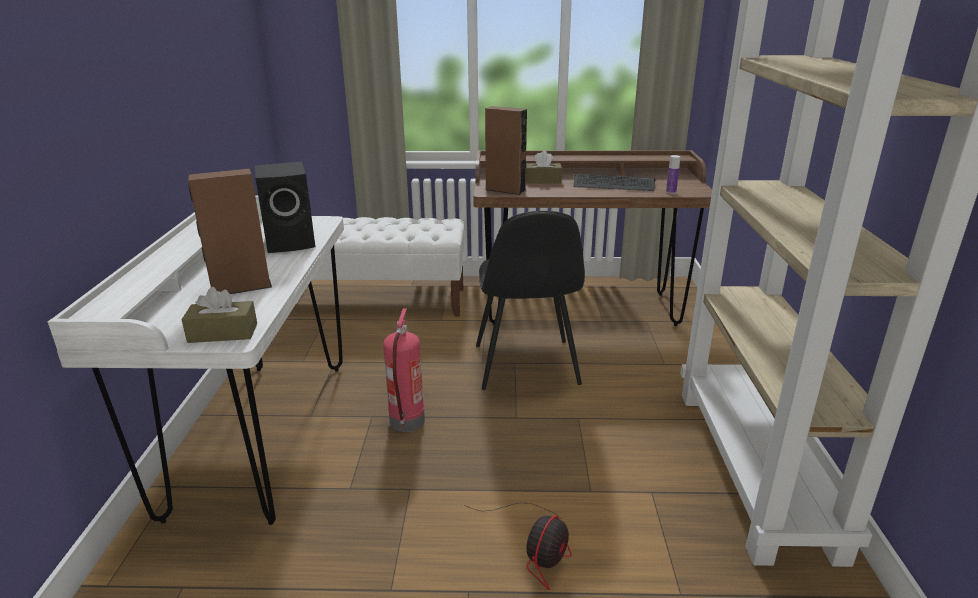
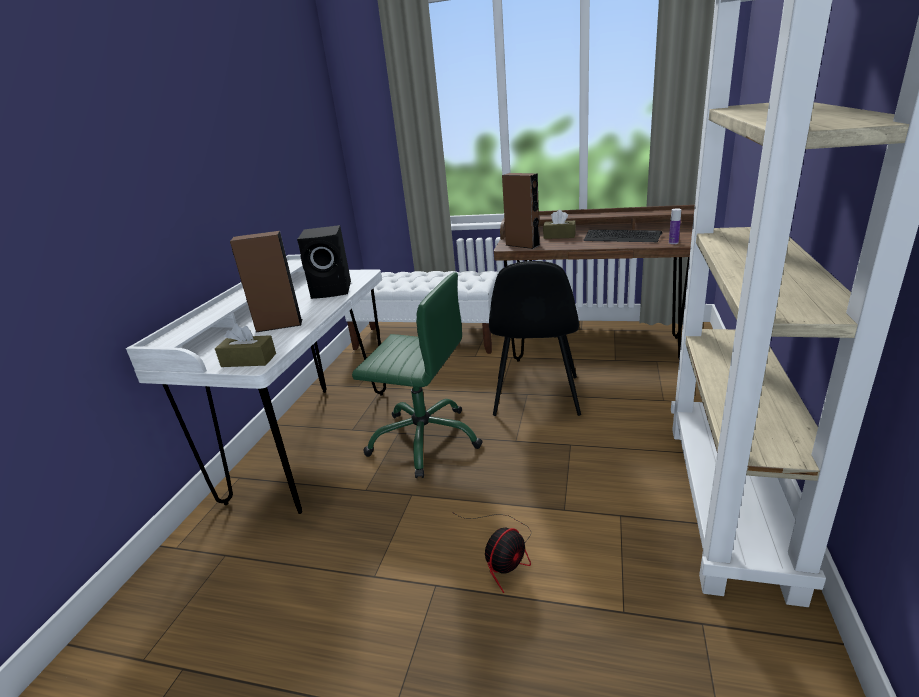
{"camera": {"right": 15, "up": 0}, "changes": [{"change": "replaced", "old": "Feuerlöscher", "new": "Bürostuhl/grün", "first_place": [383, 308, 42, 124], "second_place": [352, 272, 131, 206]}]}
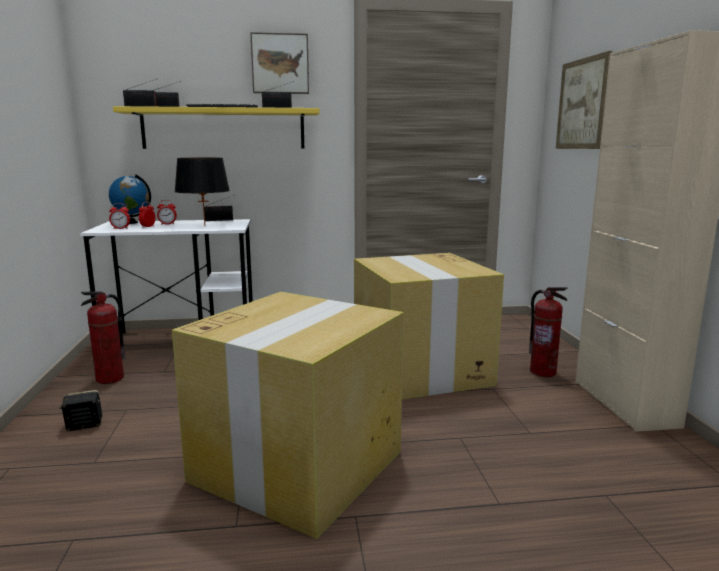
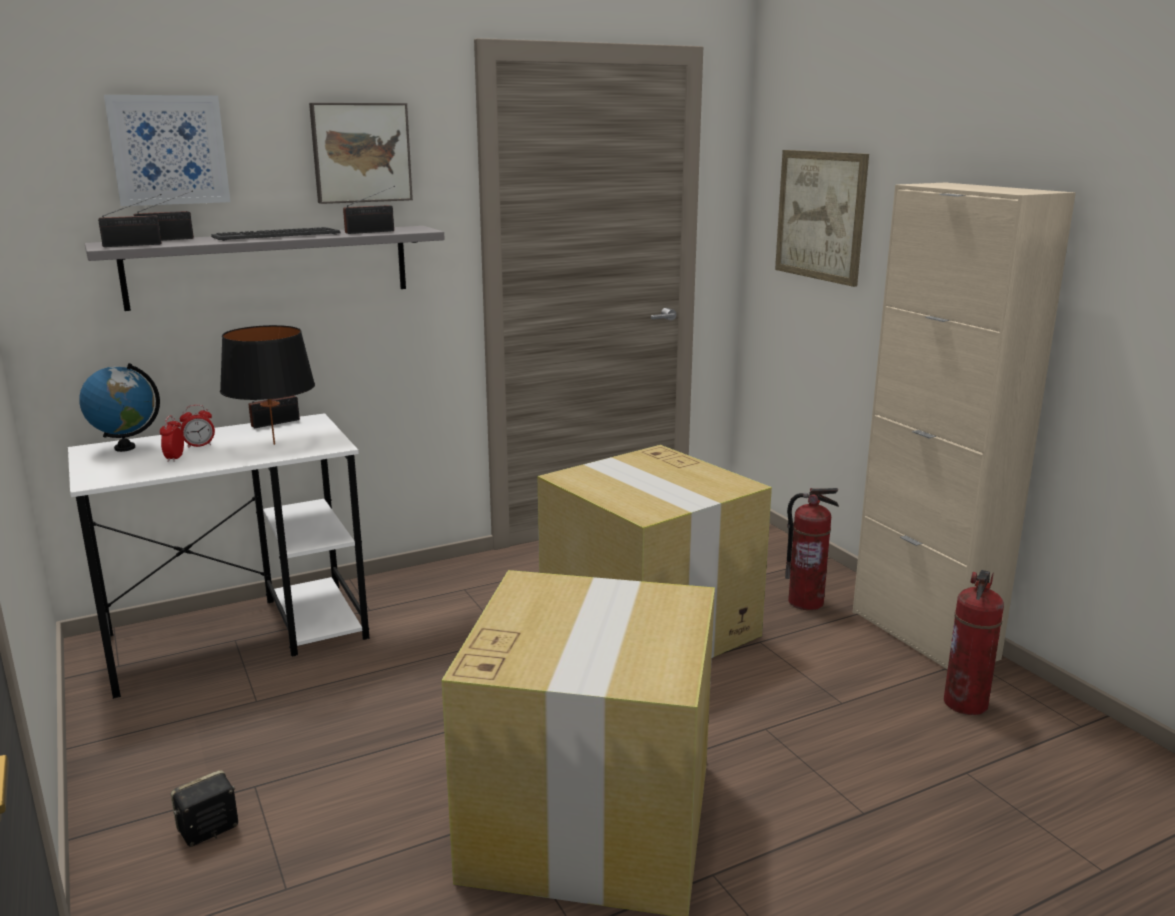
{"camera": {"right": -20, "up": 5}, "changes": [{"change": "removed", "old": "Wecker", "first_place": [109, 203, 21, 26]}, {"change": "added", "new": "Bild", "second_place": [104, 95, 126, 111]}, {"change": "moved", "old": "Feuerlöscher", "first_place": [81, 291, 44, 93], "second_place": [944, 570, 60, 145]}, {"change": "recoloured", "old": "Wandregal/gelb", "new": "Wandregal/grau", "first_place": [113, 106, 207, 43], "second_place": [85, 226, 360, 85]}]}
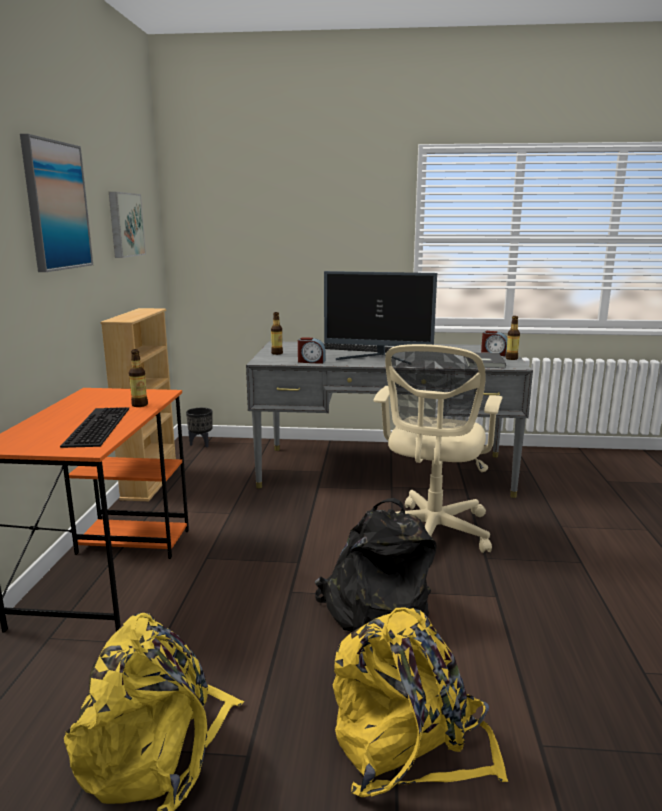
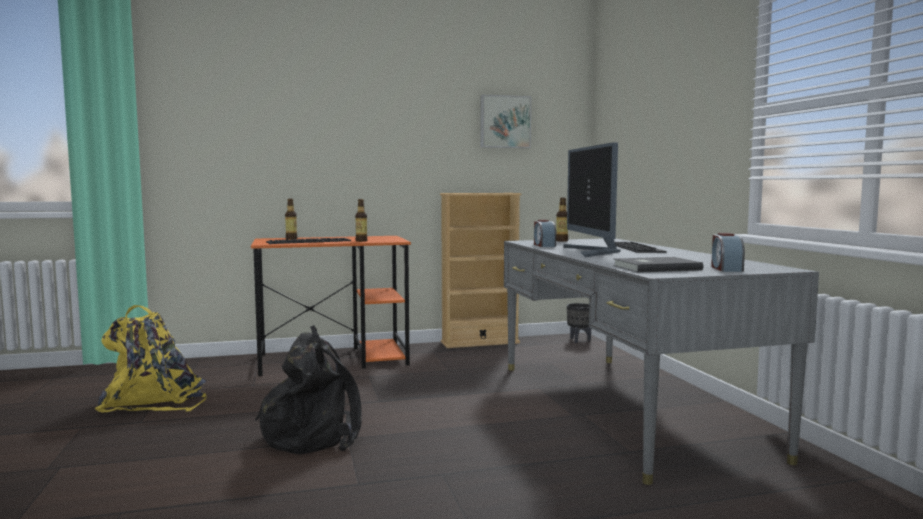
{"camera": {"right": 70, "up": -10}, "changes": [{"change": "removed", "old": "Bild", "first_place": [20, 134, 73, 138]}, {"change": "removed", "old": "Rucksack/gelb", "first_place": [333, 607, 175, 190]}, {"change": "removed", "old": "Bürostuhl/beige", "first_place": [374, 344, 128, 209]}, {"change": "moved", "old": "Flasche", "first_place": [506, 316, 14, 44], "second_place": [285, 198, 12, 42]}]}
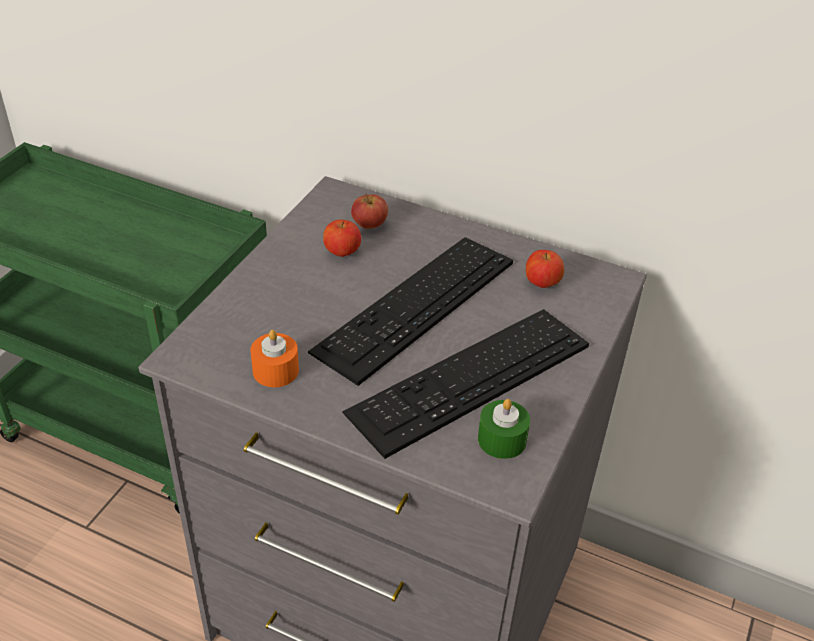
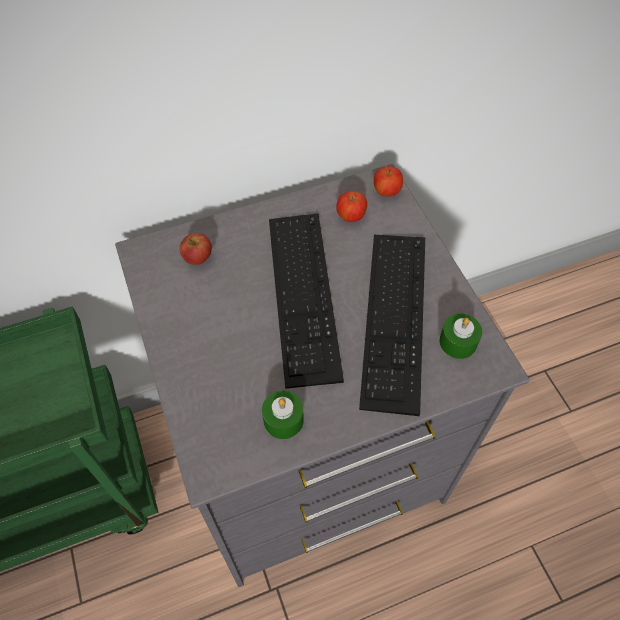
{"camera": {"right": -45, "up": 15}, "changes": [{"change": "moved", "old": "Apfel", "first_place": [323, 219, 38, 38], "second_place": [374, 166, 29, 31]}, {"change": "recoloured", "old": "Kerze/orange", "new": "Kerze/grün", "first_place": [250, 330, 49, 57], "second_place": [262, 390, 42, 49]}]}
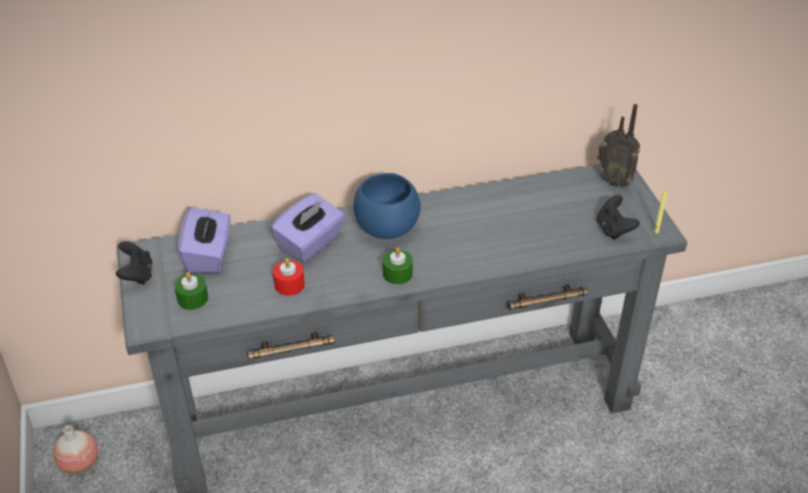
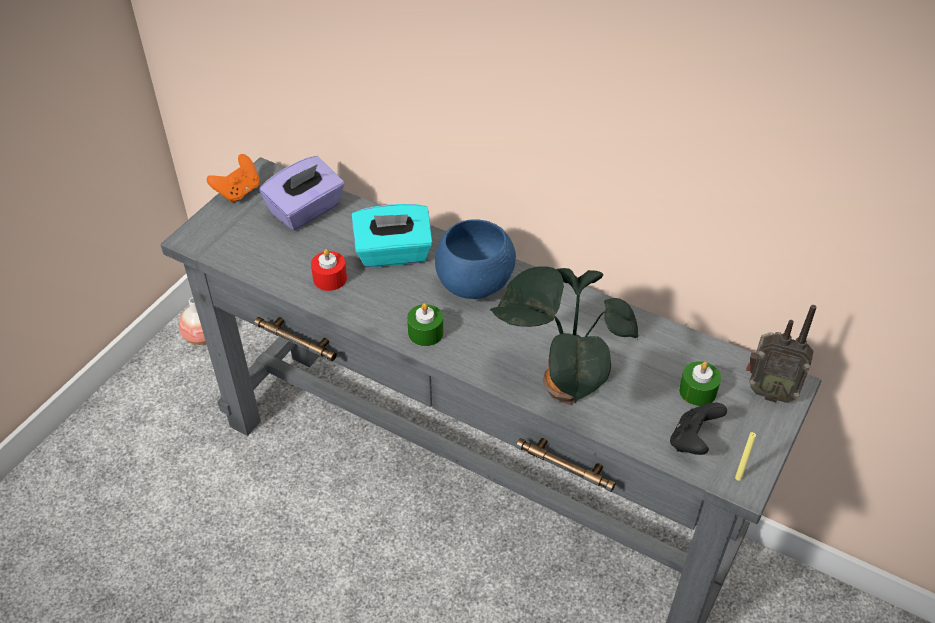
{"camera": {"right": 45, "up": 5}, "changes": [{"change": "added", "new": "Topfpflanze", "second_place": [490, 266, 149, 139]}, {"change": "moved", "old": "Kerze/grün", "first_place": [175, 272, 33, 38], "second_place": [679, 361, 42, 45]}, {"change": "recoloured", "old": "Gamepad/schwarz", "new": "Gamepad/orange", "first_place": [116, 241, 36, 44], "second_place": [207, 154, 53, 49]}, {"change": "recoloured", "old": "Taschentuchbox/lila", "new": "Taschentuchbox/türkis", "first_place": [271, 193, 74, 70], "second_place": [351, 204, 81, 63]}, {"change": "turned", "old": "Radio", "first_place": [597, 104, 43, 83], "second_place": [746, 305, 70, 98], "degrees": -60}]}
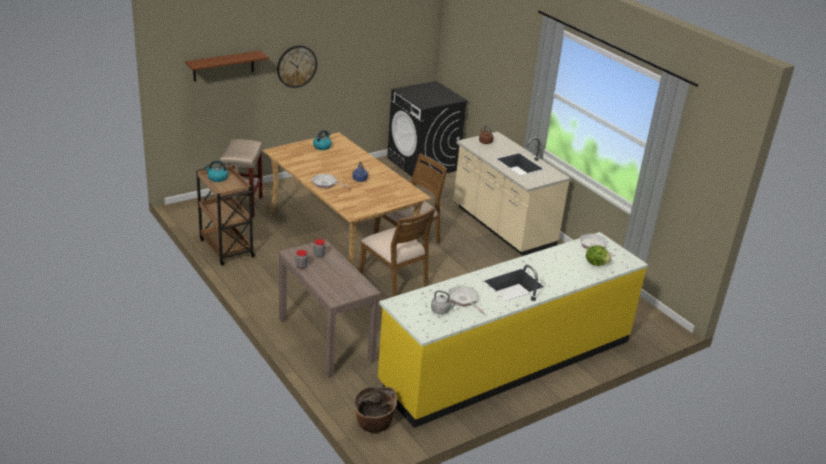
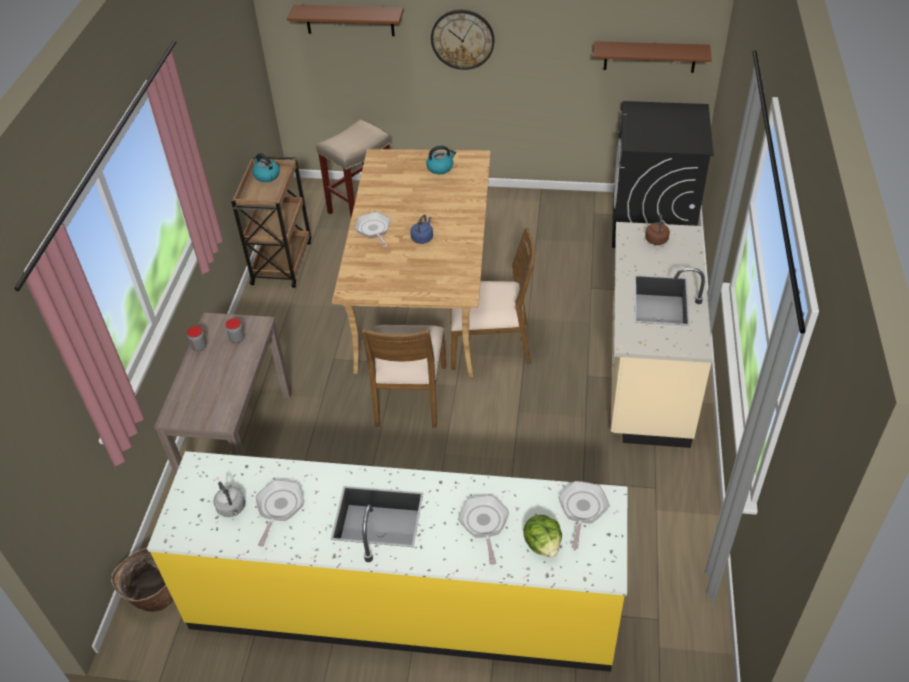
{"camera": {"right": 45, "up": 15}, "changes": [{"change": "added", "new": "Pfanne", "second_place": [458, 495, 51, 70]}, {"change": "added", "new": "Wandregal/braun", "second_place": [593, 41, 119, 32]}]}
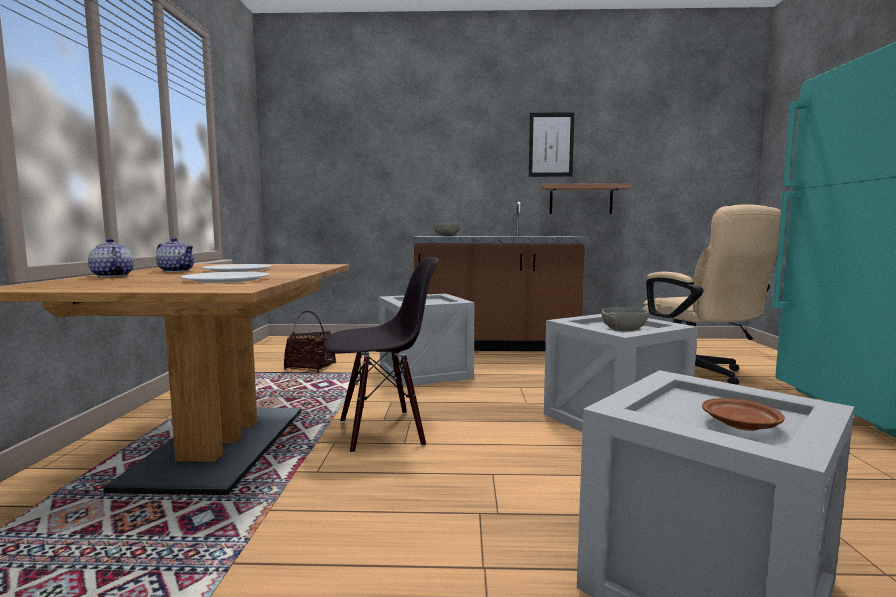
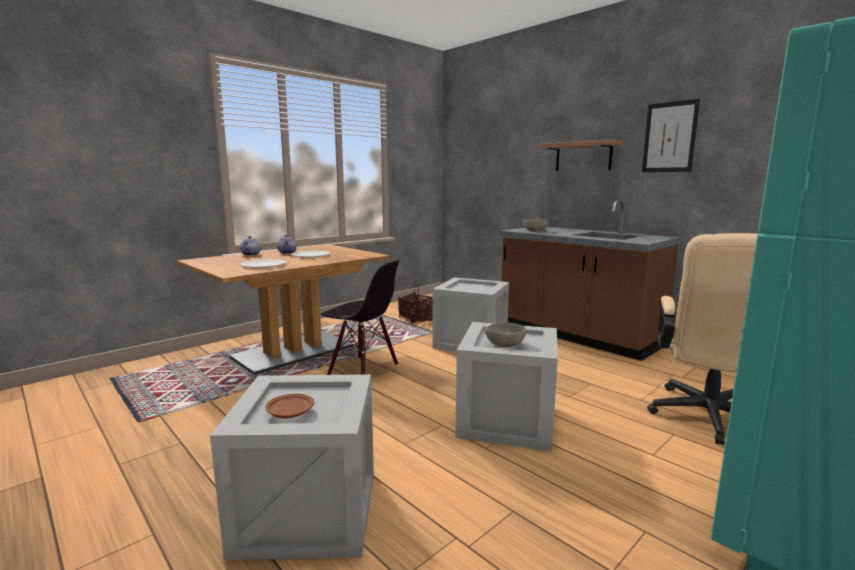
{"camera": {"right": 45, "up": 5}, "changes": [{"change": "moved", "old": "Wandregal", "first_place": [540, 183, 92, 31], "second_place": [537, 139, 86, 32]}]}
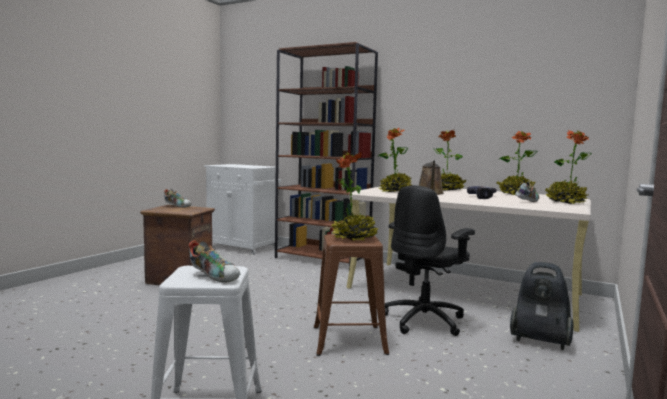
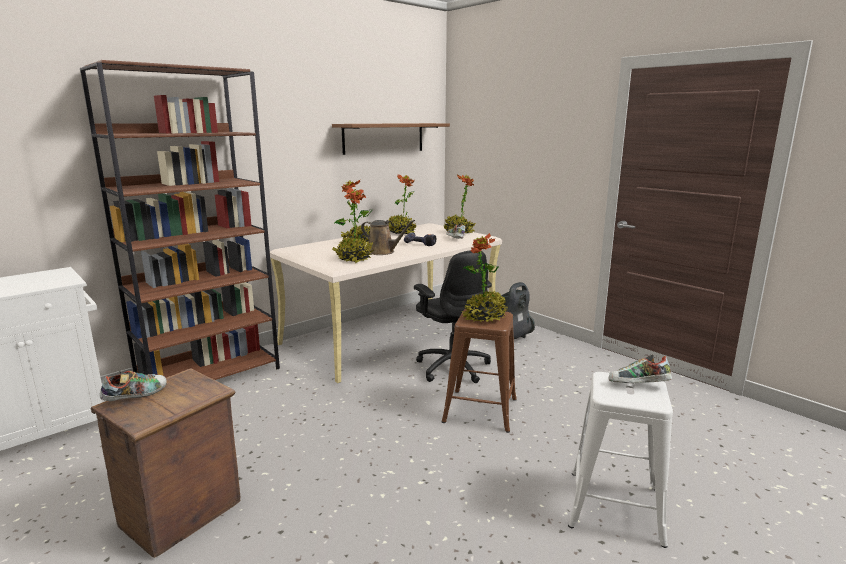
{"camera": {"right": -70, "up": 10}, "changes": [{"change": "added", "new": "Wandregal/braun", "second_place": [332, 123, 118, 32]}, {"change": "turned", "old": "Schuh", "first_place": [189, 241, 51, 42], "second_place": [609, 354, 63, 29], "degrees": -135}]}
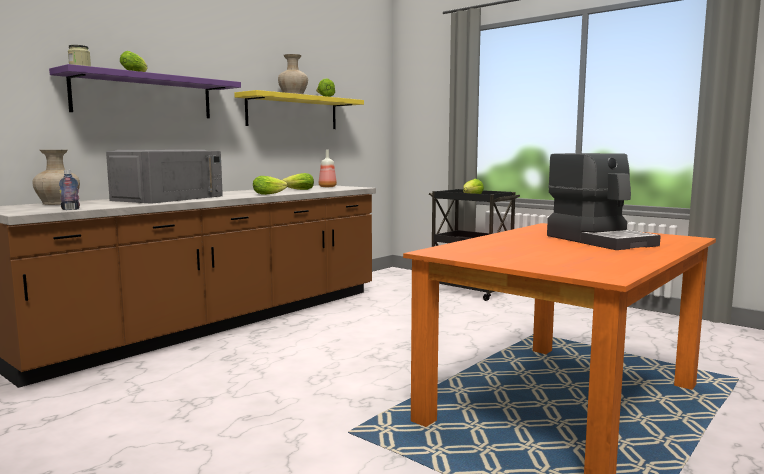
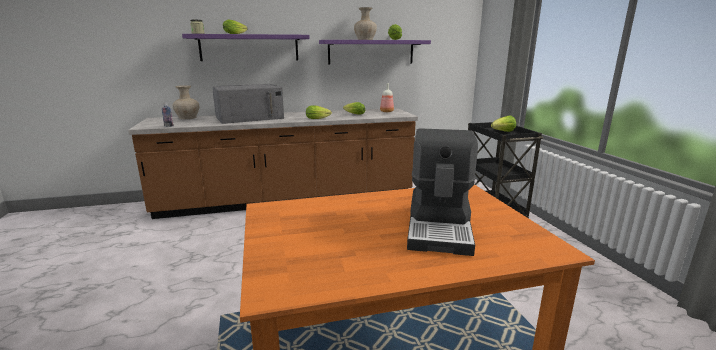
{"camera": {"right": 35, "up": 10}, "changes": [{"change": "recoloured", "old": "Wandregal/gelb", "new": "Wandregal/lila", "first_place": [234, 90, 130, 39], "second_place": [319, 40, 112, 24]}]}
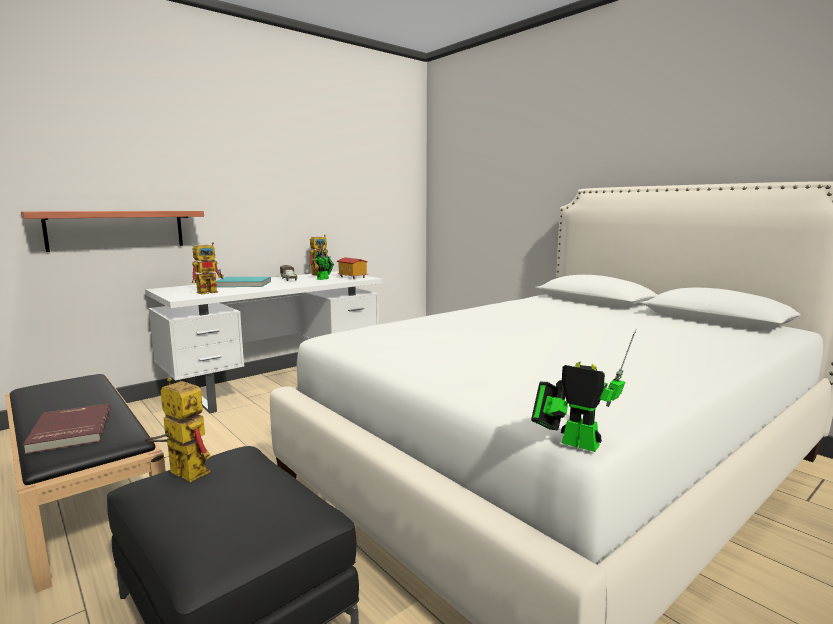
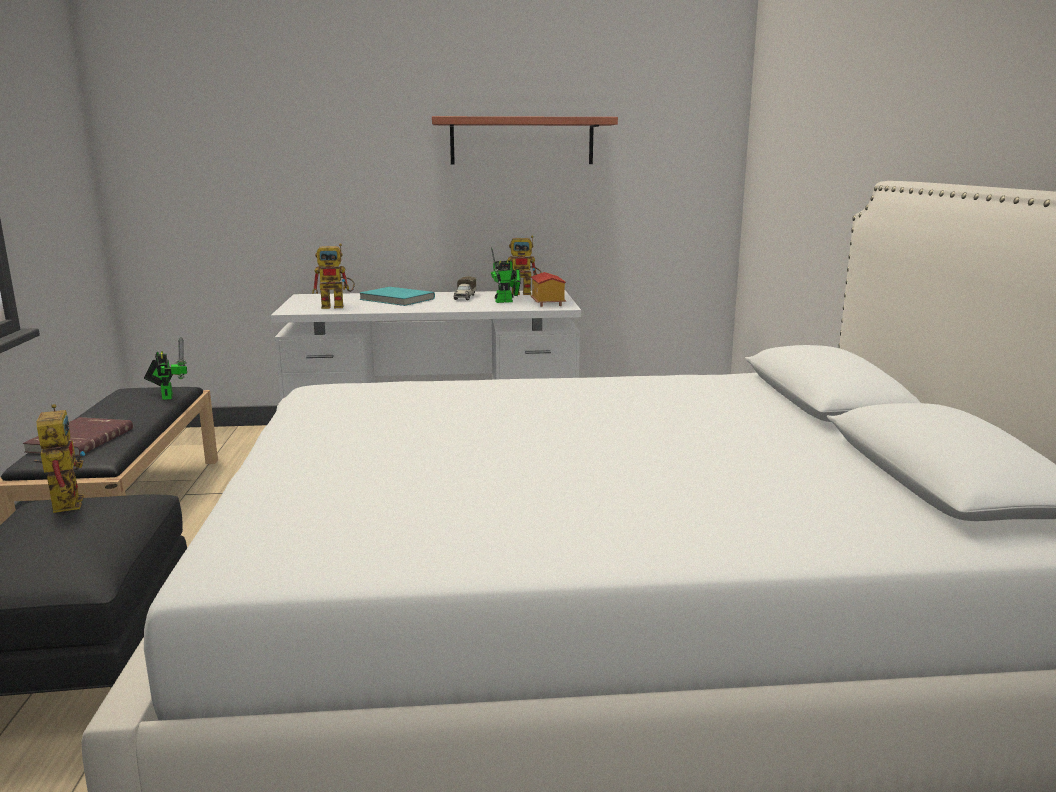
{"camera": {"right": 35, "up": 5}, "changes": [{"change": "moved", "old": "Wandregal", "first_place": [21, 211, 183, 41], "second_place": [432, 116, 186, 48]}, {"change": "moved", "old": "Spielzeugroboter", "first_place": [531, 328, 106, 124], "second_place": [144, 337, 43, 63]}]}
